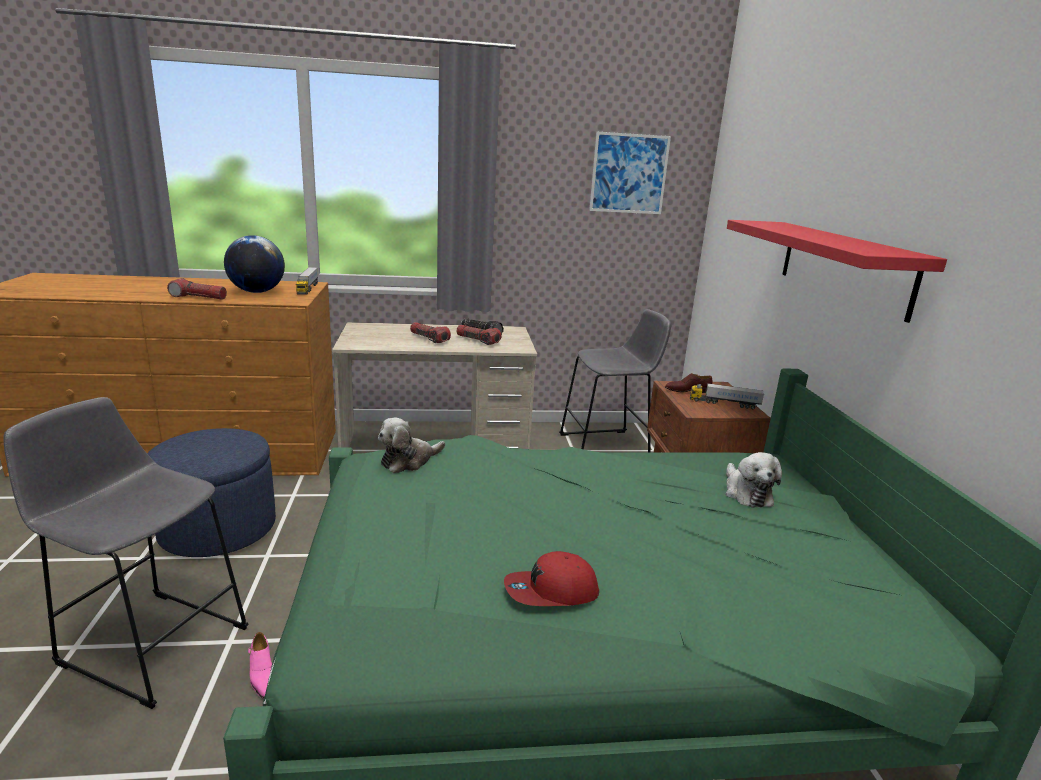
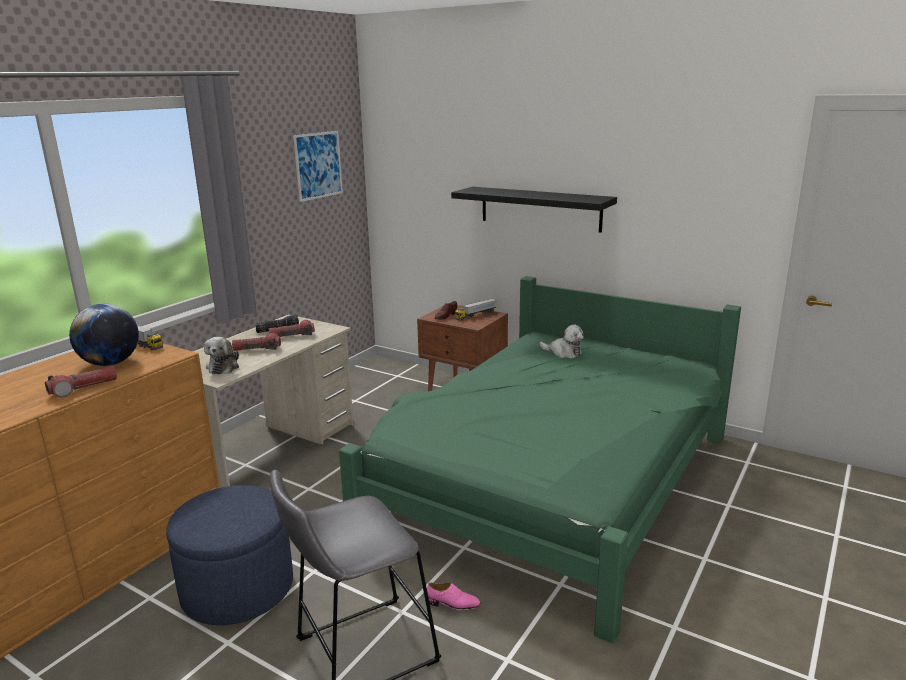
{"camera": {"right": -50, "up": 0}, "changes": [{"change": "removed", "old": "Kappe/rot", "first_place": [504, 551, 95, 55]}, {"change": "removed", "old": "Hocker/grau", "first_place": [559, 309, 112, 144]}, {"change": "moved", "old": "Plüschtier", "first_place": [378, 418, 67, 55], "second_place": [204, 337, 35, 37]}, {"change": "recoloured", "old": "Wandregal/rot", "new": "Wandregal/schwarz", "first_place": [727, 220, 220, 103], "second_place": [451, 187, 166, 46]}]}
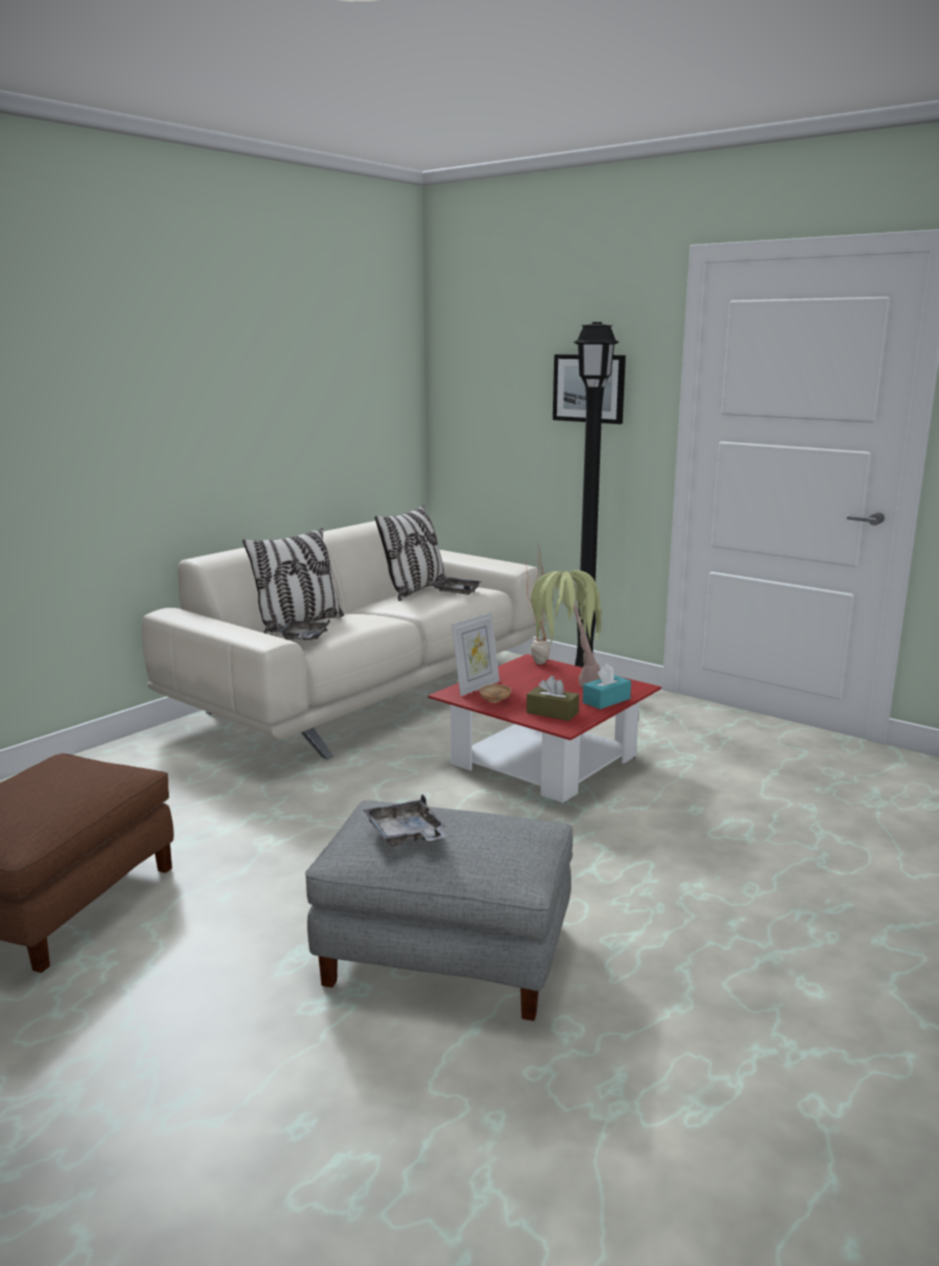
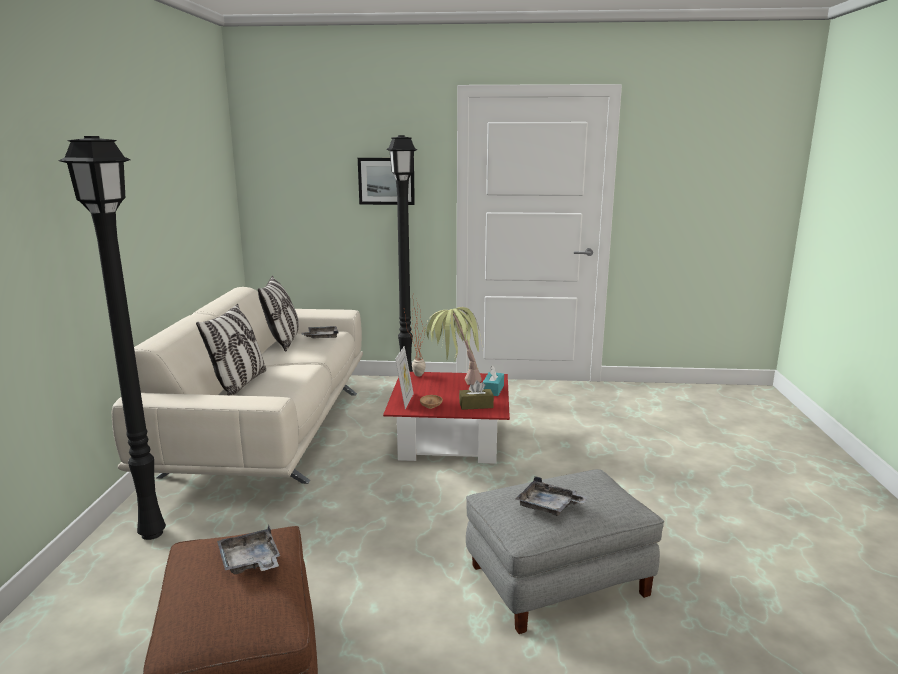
{"camera": {"right": -35, "up": 0}, "changes": [{"change": "added", "new": "Stehlampe/schwarz", "second_place": [59, 136, 107, 404]}, {"change": "moved", "old": "Tablett/grau", "first_place": [277, 619, 53, 21], "second_place": [217, 525, 63, 49]}]}
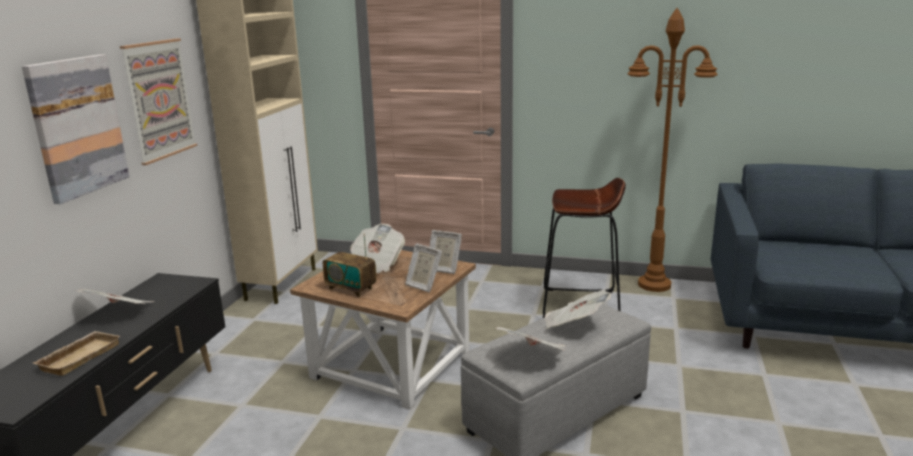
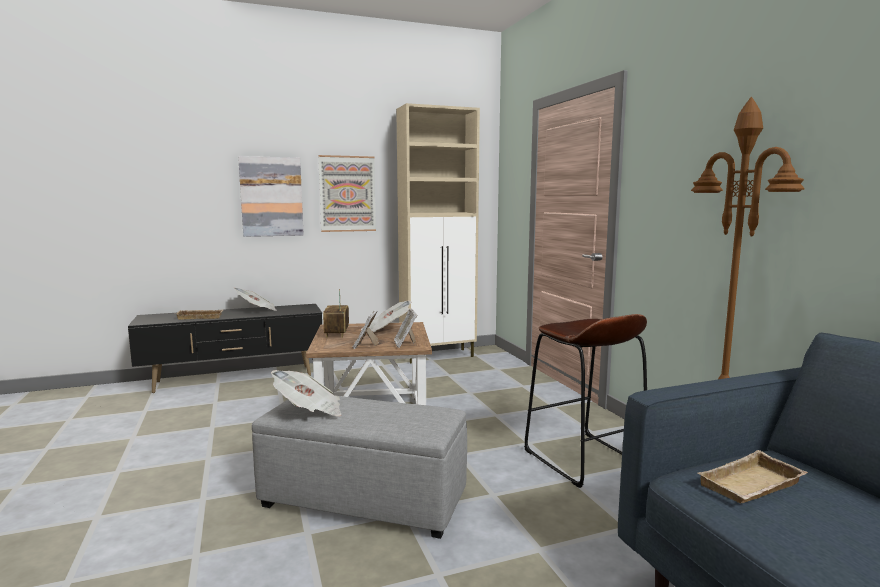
{"camera": {"right": 55, "up": -10}, "changes": [{"change": "removed", "old": "Zeitung", "first_place": [545, 290, 66, 39]}, {"change": "added", "new": "Tablett/beige", "second_place": [698, 450, 110, 54]}]}
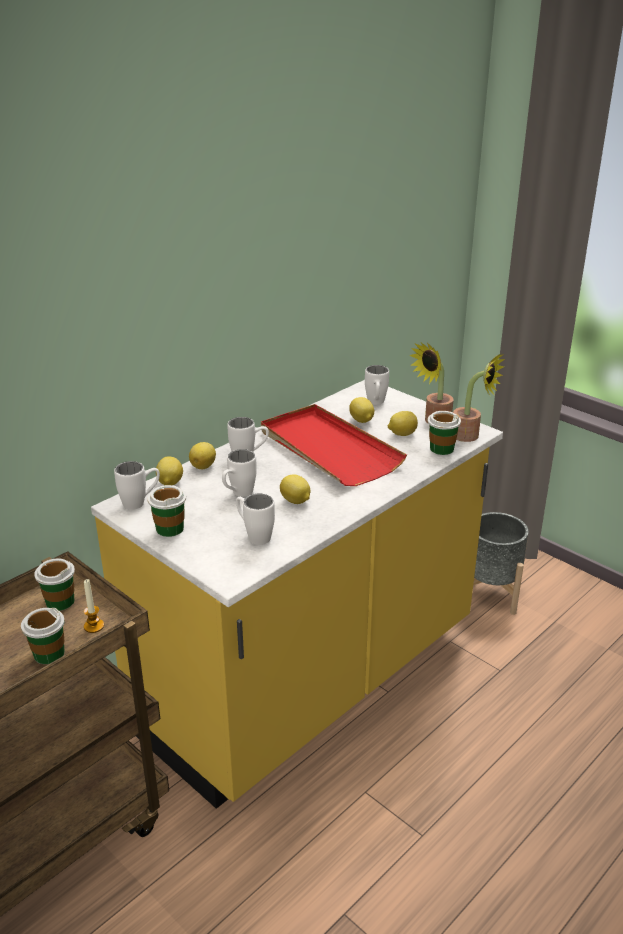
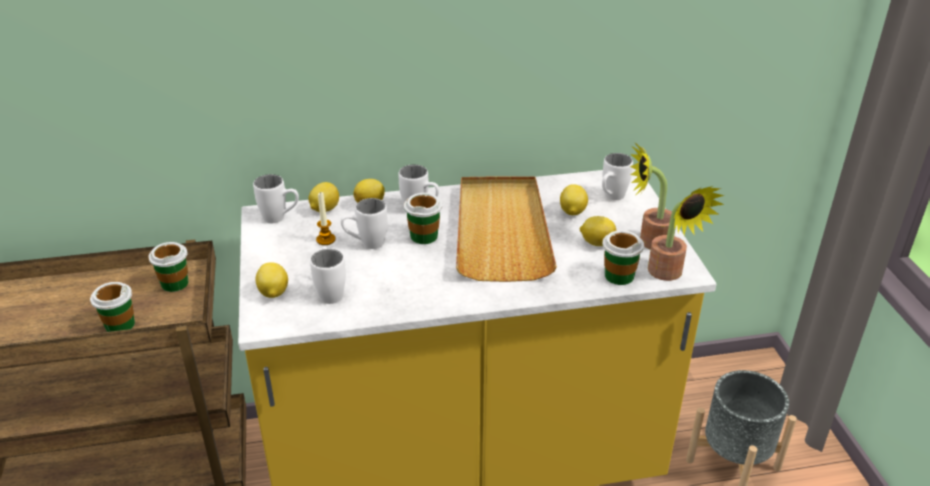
{"camera": {"right": 35, "up": 5}, "changes": [{"change": "moved", "old": "Kerze", "first_place": [84, 579, 20, 54], "second_place": [316, 191, 20, 54]}, {"change": "moved", "old": "Tasse", "first_place": [147, 485, 39, 52], "second_place": [404, 193, 38, 51]}, {"change": "moved", "old": "Zitrone", "first_place": [280, 474, 30, 30], "second_place": [256, 262, 32, 36]}, {"change": "recoloured", "old": "Tablett/rot", "new": "Tablett/beige", "first_place": [261, 404, 146, 82], "second_place": [456, 176, 101, 106]}]}
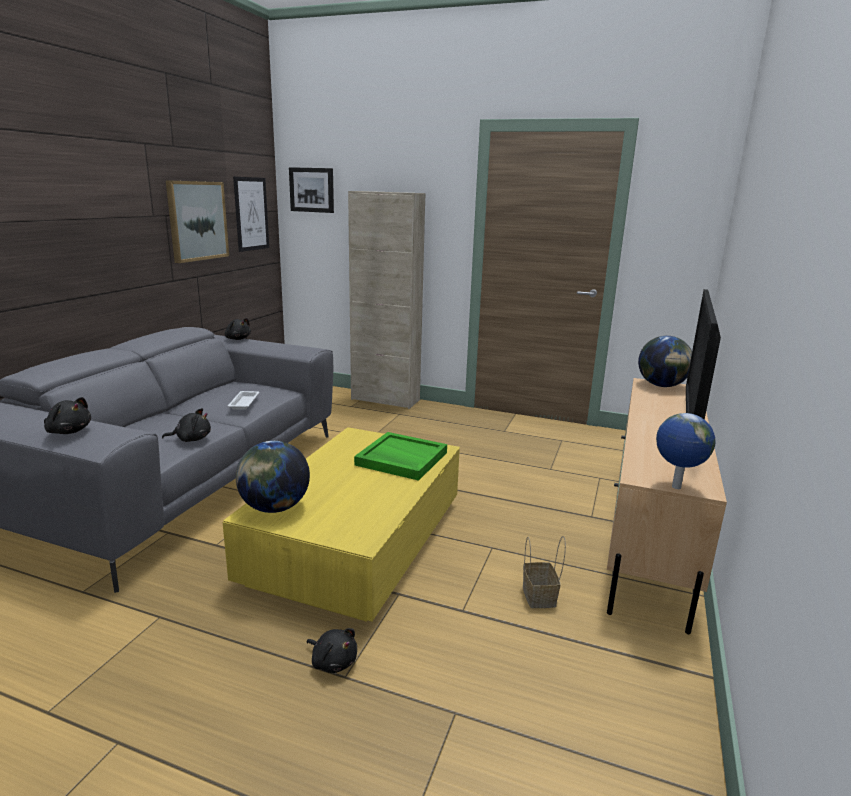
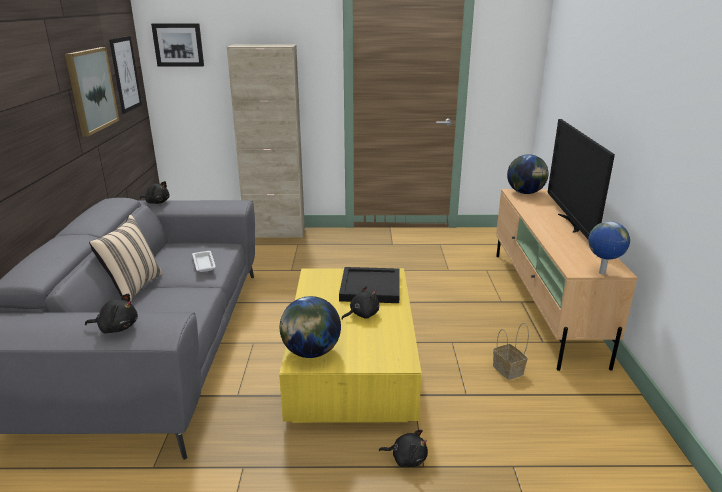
{"camera": {"right": -20, "up": 5}, "changes": [{"change": "added", "new": "Kissen/beige", "second_place": [89, 215, 74, 87]}, {"change": "moved", "old": "Plüschtier/schwarz", "first_place": [162, 408, 49, 34], "second_place": [341, 286, 38, 34]}, {"change": "recoloured", "old": "Tablett/grün", "new": "Tablett/schwarz", "first_place": [354, 432, 93, 49], "second_place": [339, 267, 61, 36]}]}
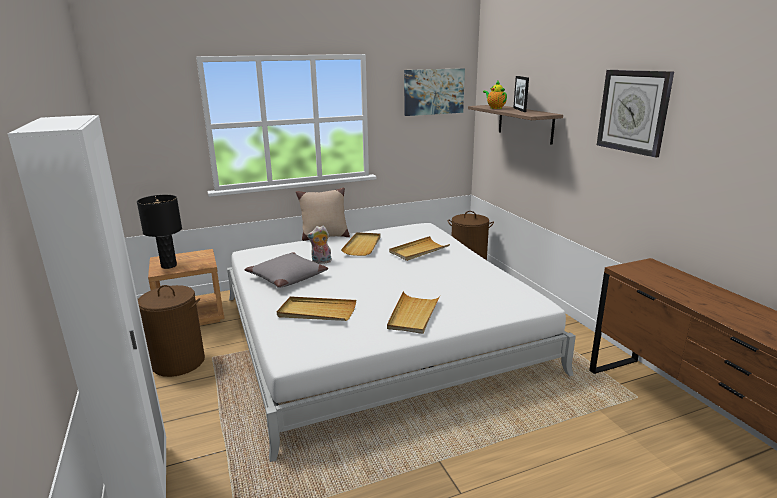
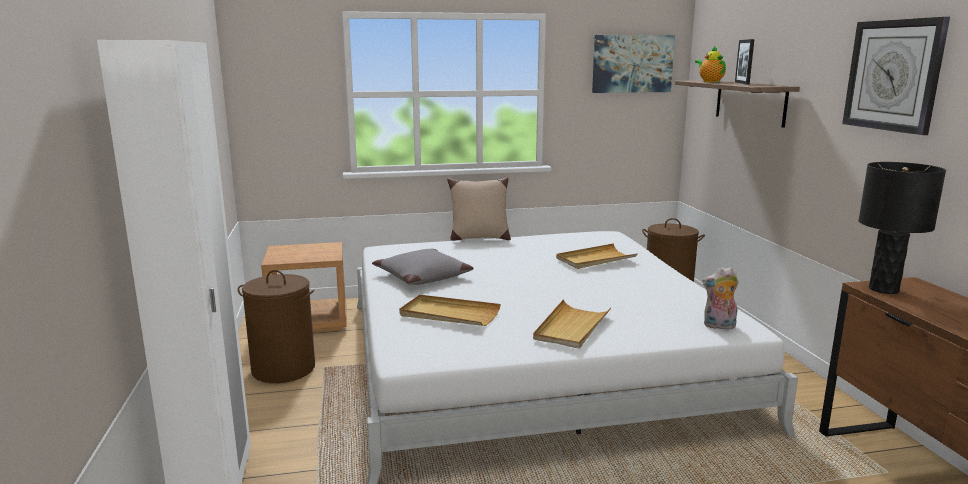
{"camera": {"right": 10, "up": -5}, "changes": [{"change": "removed", "old": "Tablett/beige", "first_place": [341, 232, 39, 24]}, {"change": "moved", "old": "Tischlampe/schwarz", "first_place": [137, 195, 45, 74], "second_place": [858, 162, 88, 132]}, {"change": "moved", "old": "Plüschtier", "first_place": [307, 226, 25, 38], "second_place": [703, 267, 36, 62]}]}
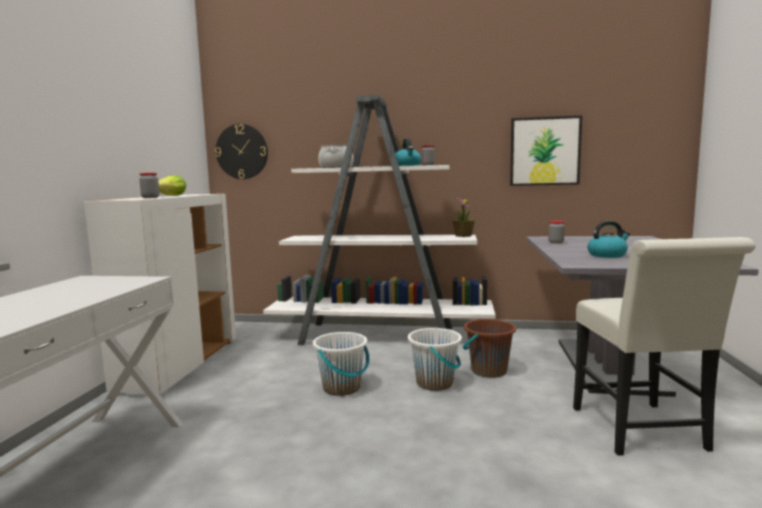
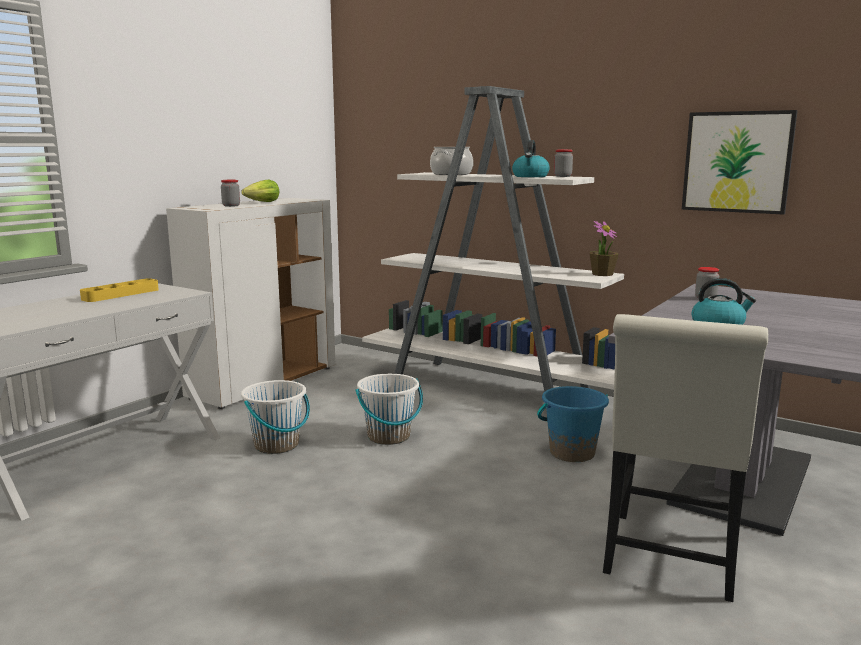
{"camera": {"right": 25, "up": 5}, "changes": [{"change": "removed", "old": "Wanduhr", "first_place": [215, 124, 53, 55]}, {"change": "added", "new": "Tablett/gelb", "second_place": [80, 278, 79, 24]}, {"change": "moved", "old": "Eimer/weiß", "first_place": [408, 328, 54, 63], "second_place": [241, 380, 69, 74]}, {"change": "recoloured", "old": "Eimer/braun", "new": "Eimer/blau", "first_place": [463, 319, 53, 59], "second_place": [537, 386, 72, 76]}]}
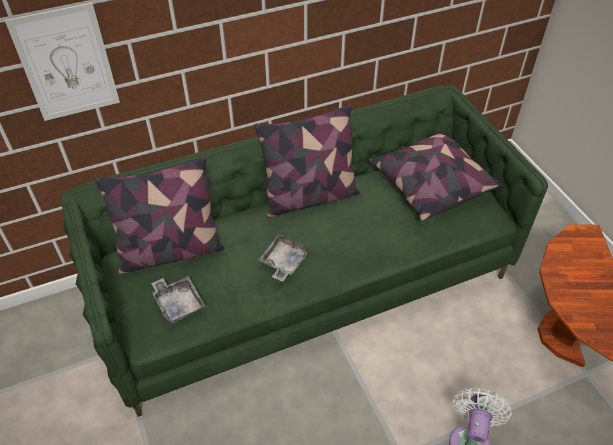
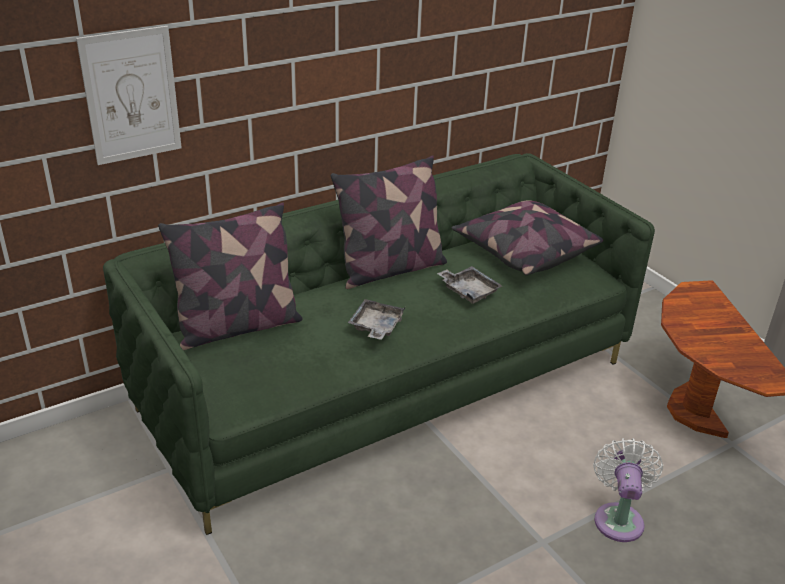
{"camera": {"right": -10, "up": -15}, "changes": [{"change": "moved", "old": "Tablett/grau", "first_place": [151, 276, 55, 48], "second_place": [437, 266, 65, 38]}]}
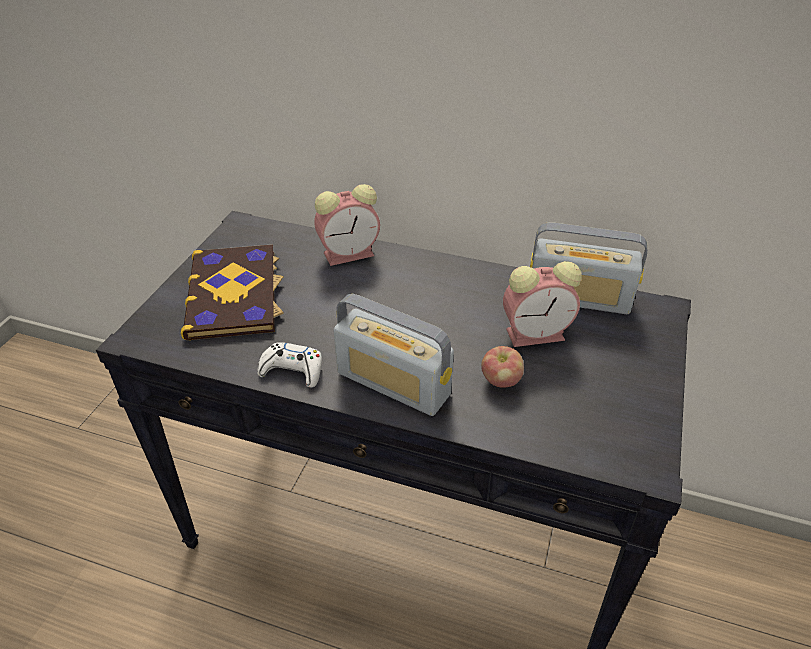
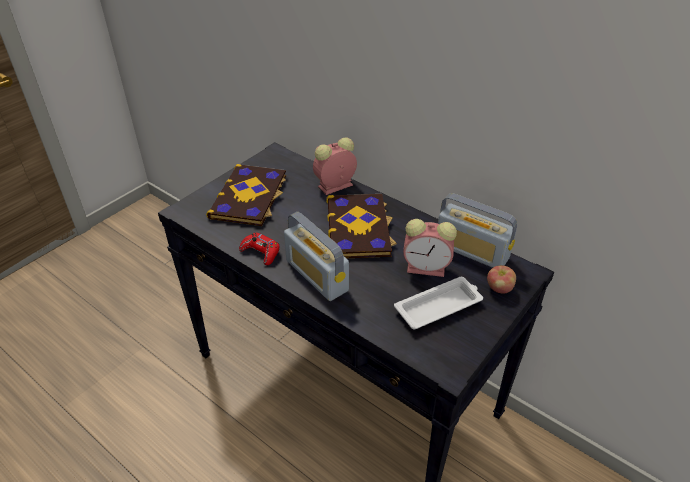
{"camera": {"right": 20, "up": 0}, "changes": [{"change": "added", "new": "Buch", "second_place": [326, 194, 71, 64]}, {"change": "added", "new": "Tablett/weiß", "second_place": [394, 277, 89, 52]}, {"change": "moved", "old": "Apfel", "first_place": [481, 346, 43, 42], "second_place": [487, 265, 29, 28]}, {"change": "recoloured", "old": "Gamepad/weiß", "new": "Gamepad/rot", "first_place": [257, 342, 65, 46], "second_place": [239, 233, 40, 32]}, {"change": "turned", "old": "Wecker", "first_place": [314, 184, 66, 82], "second_place": [313, 137, 44, 58], "degrees": 150}]}
